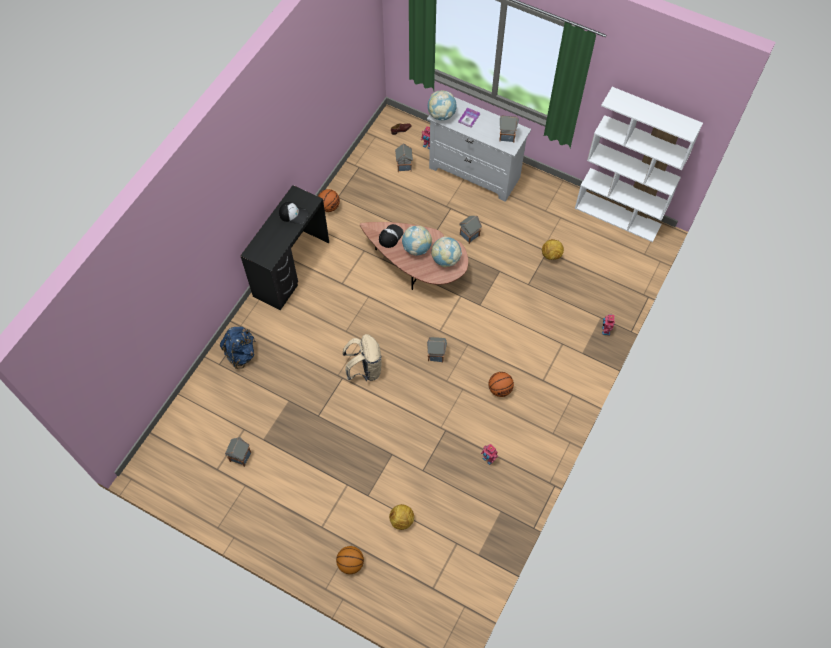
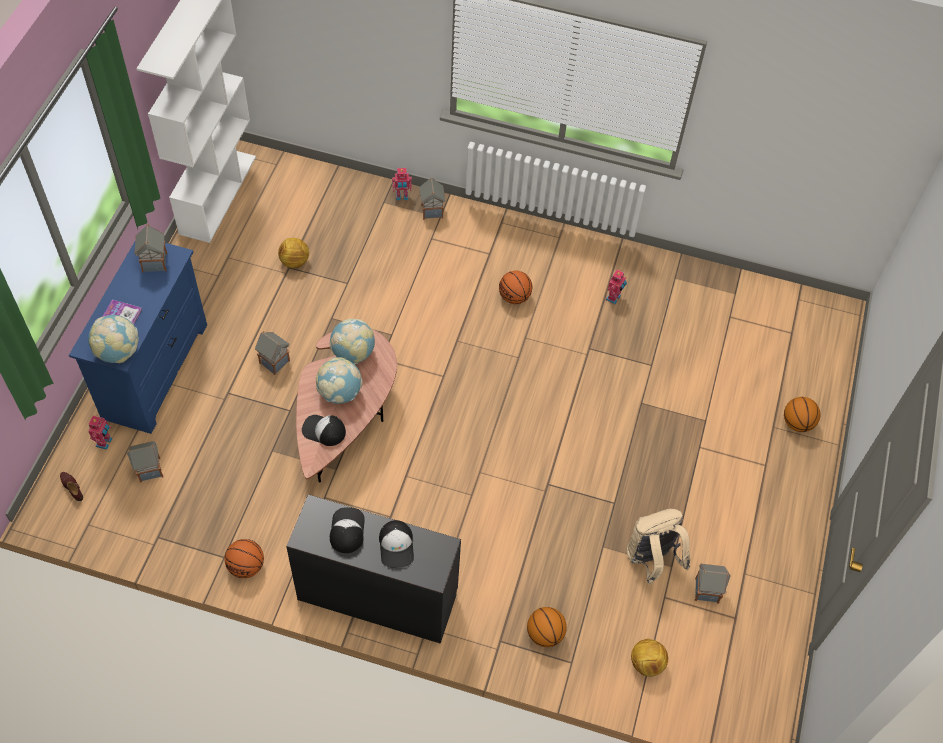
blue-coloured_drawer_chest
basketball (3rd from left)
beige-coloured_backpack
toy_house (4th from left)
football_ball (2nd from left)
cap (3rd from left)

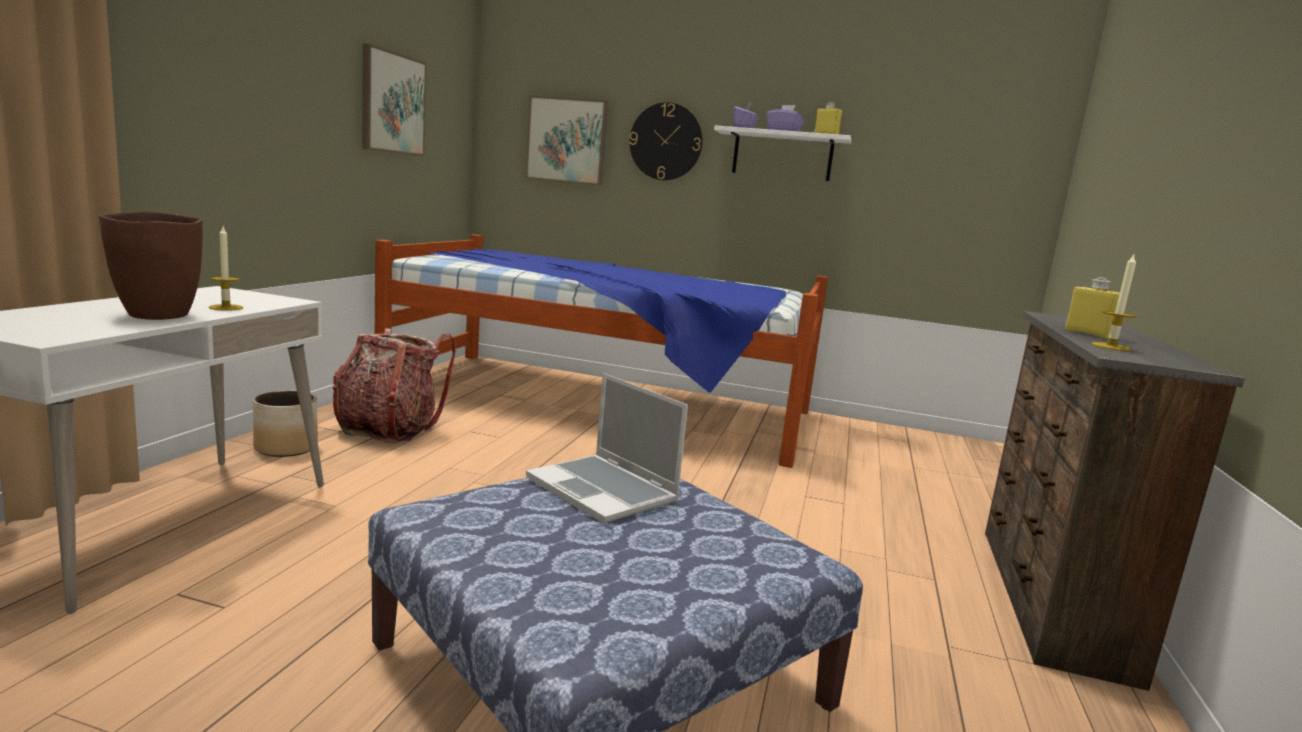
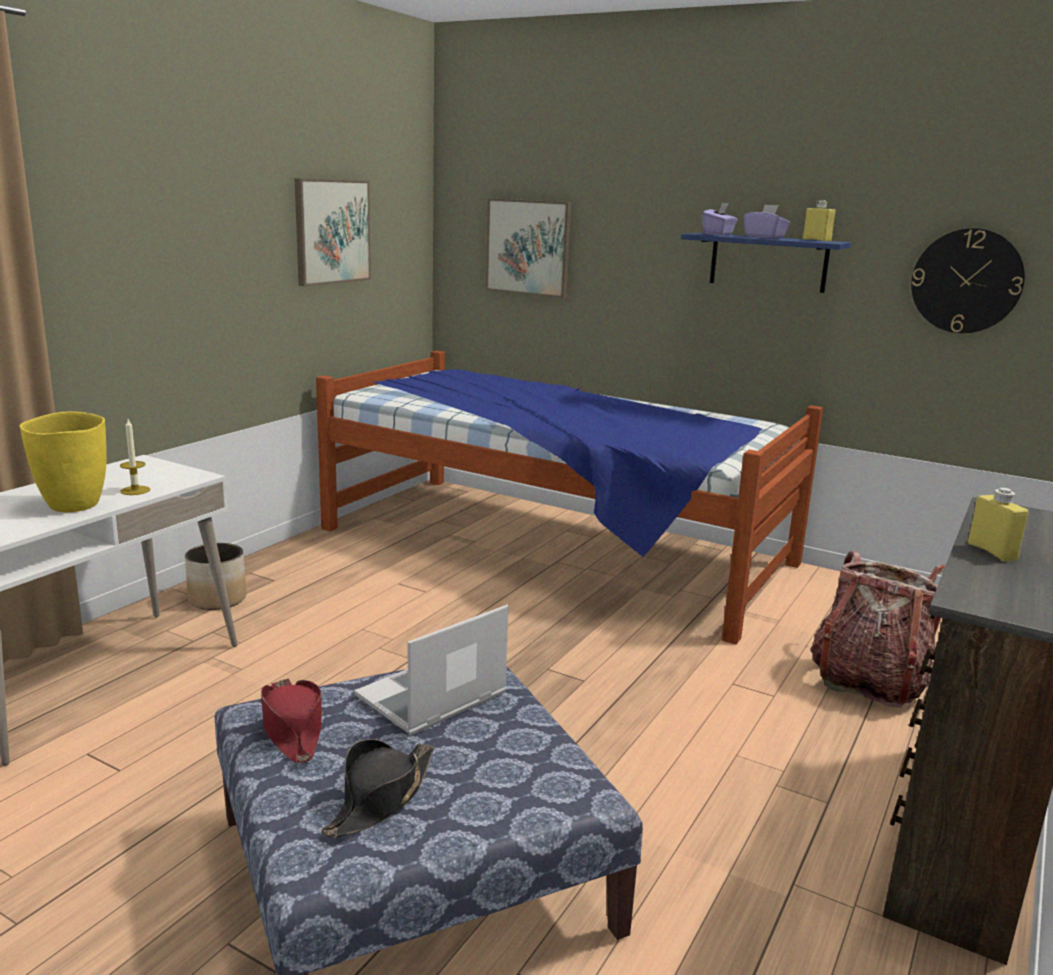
hanging_clock
blue-coloured_bracket_shelf
yellow_vase
candle (2nd from left in the first image)
backpack
portable_computer
red-coloured_clothing_hat
black_clothing_hat

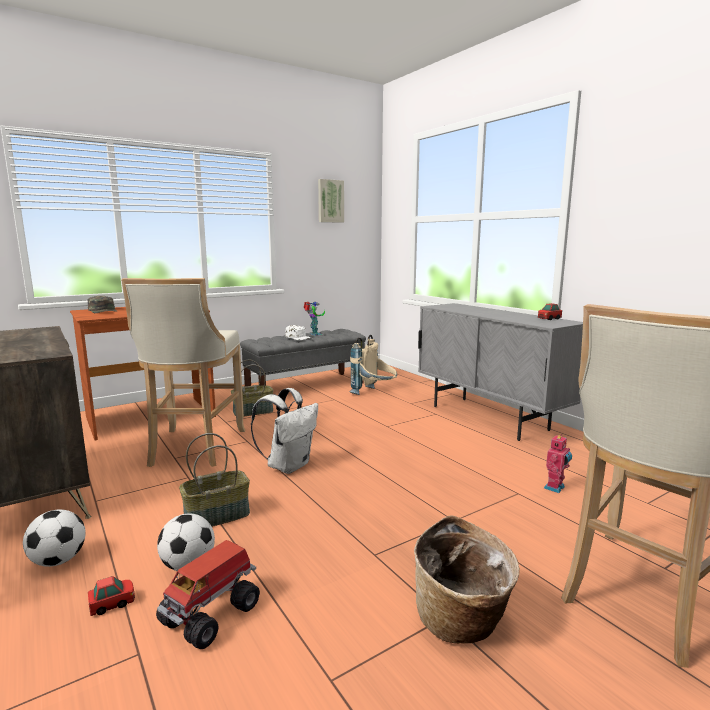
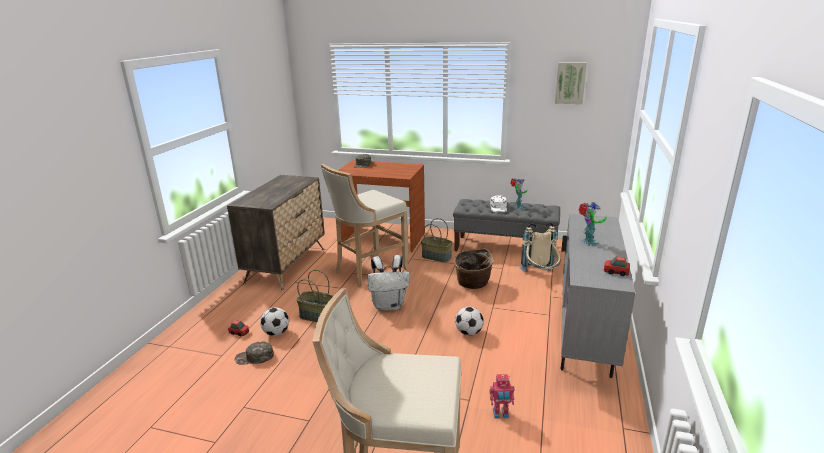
football_ball (2nd from left)
storage_basket (3rd from left)
greenish_cap (1st from left)
toy_robot (3rd from left)

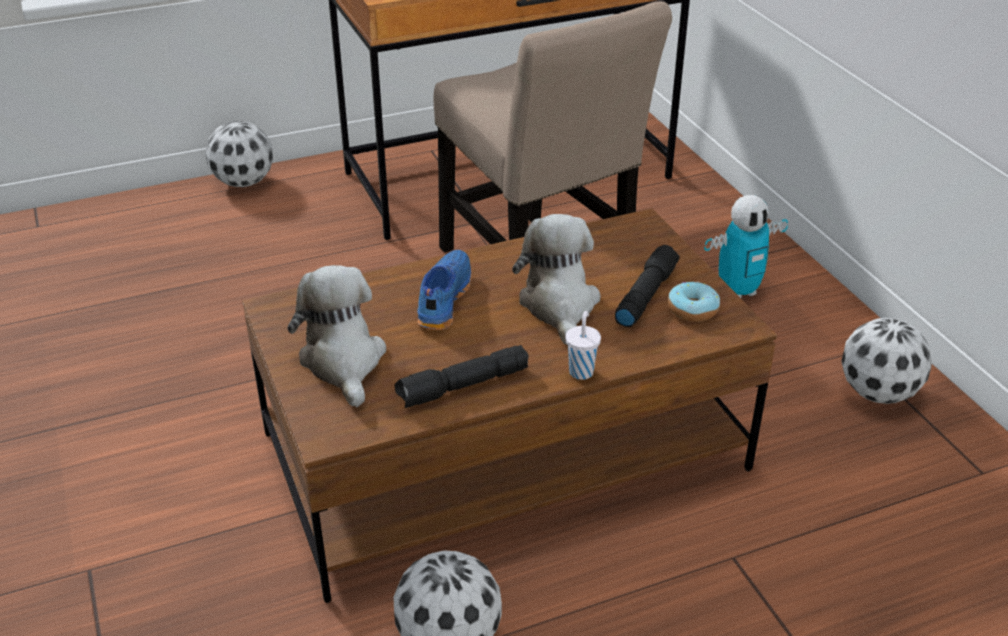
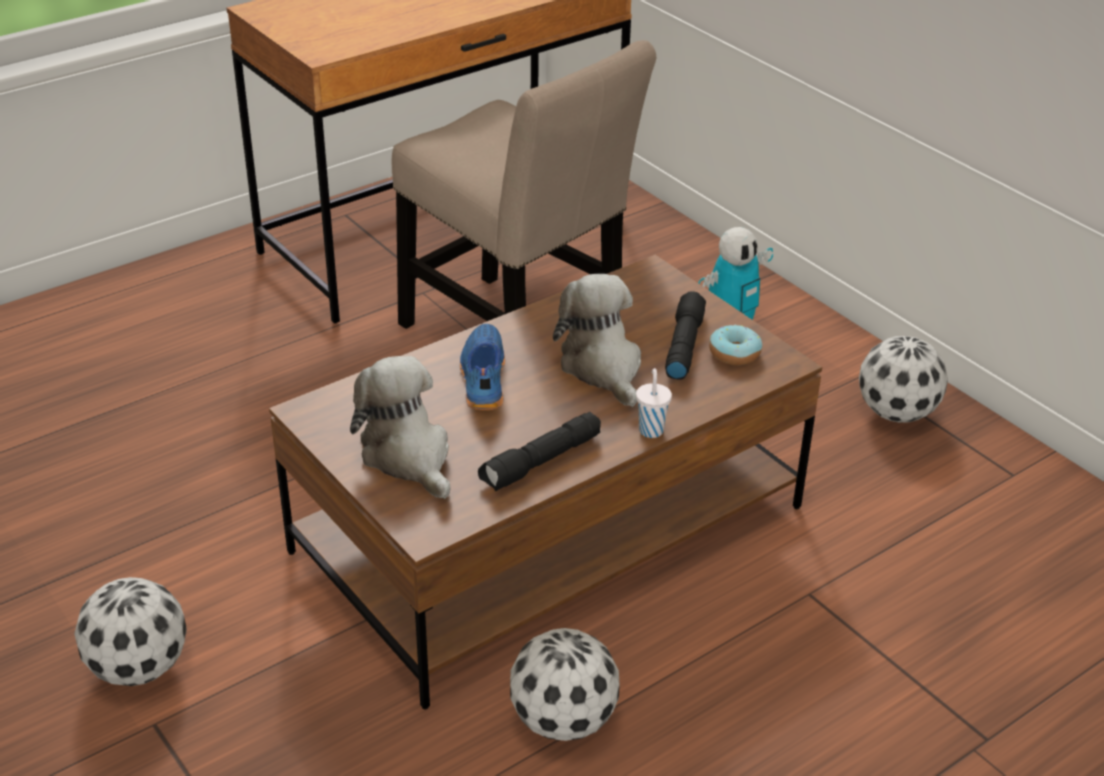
football_ball (1st from left)

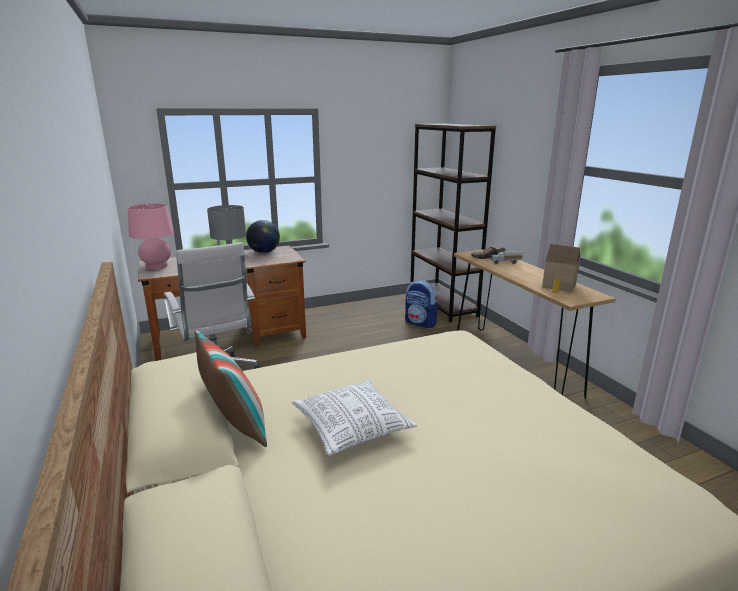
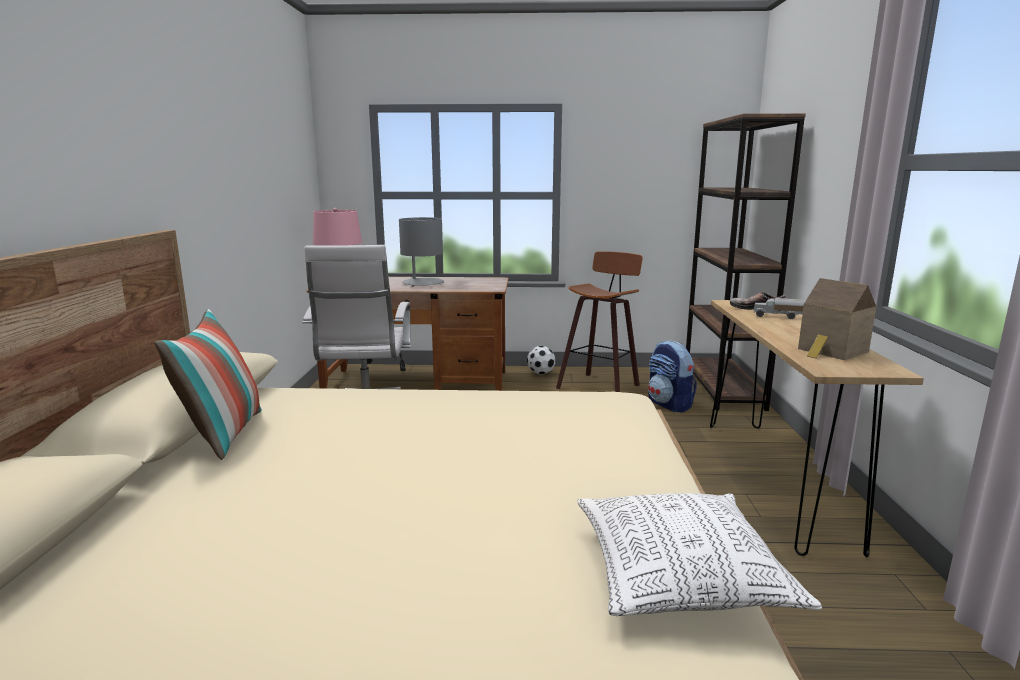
desk_globe
cushion (2nd from left)
stool_seat
football_ball

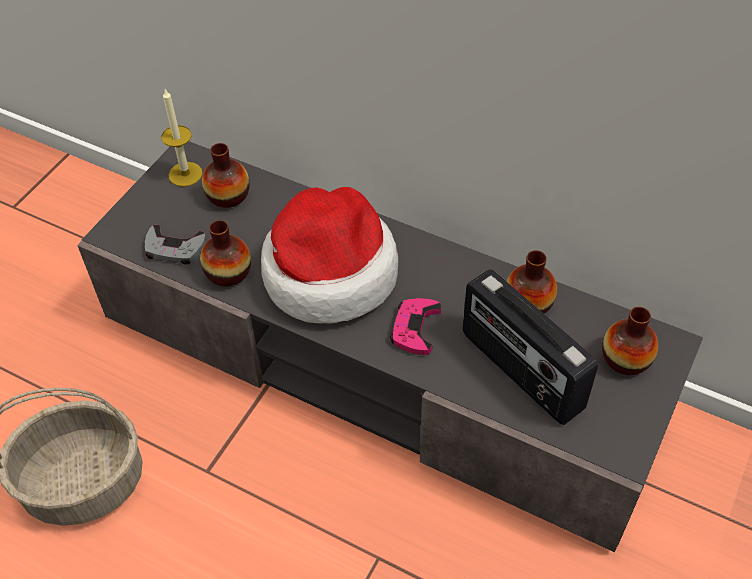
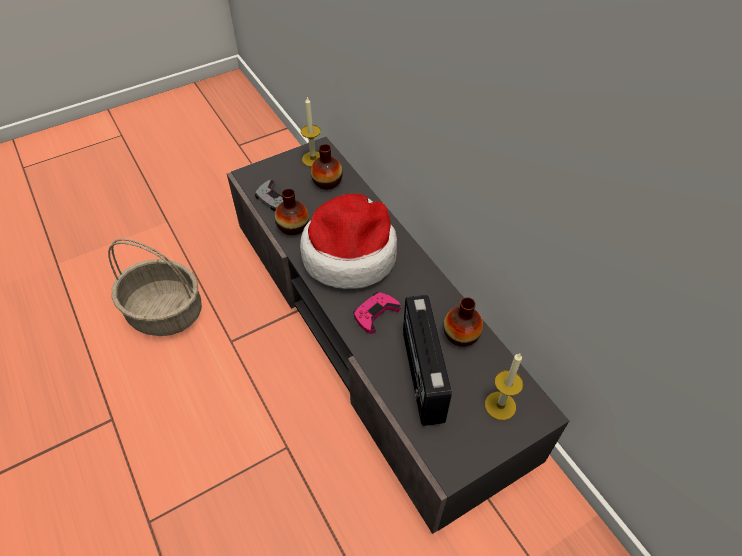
candle (2nd from left)

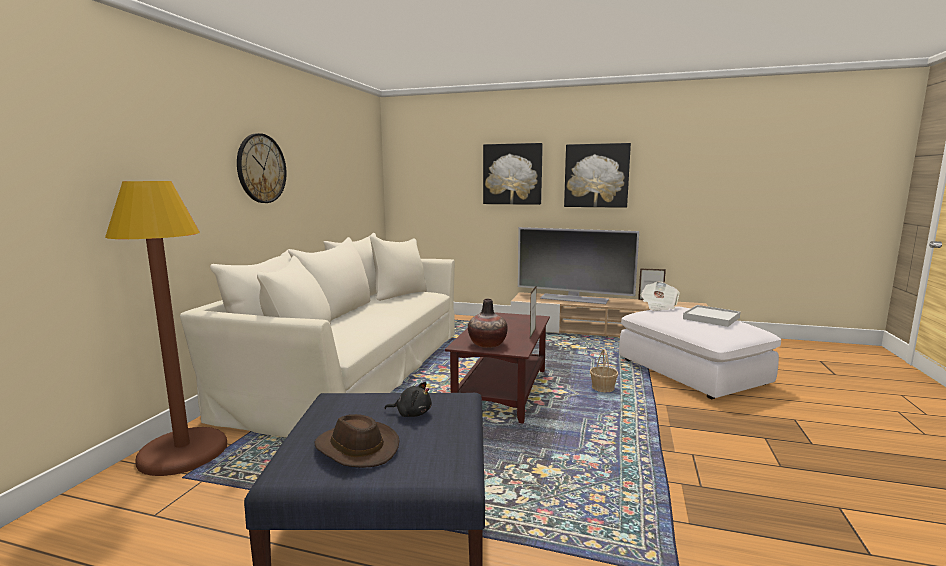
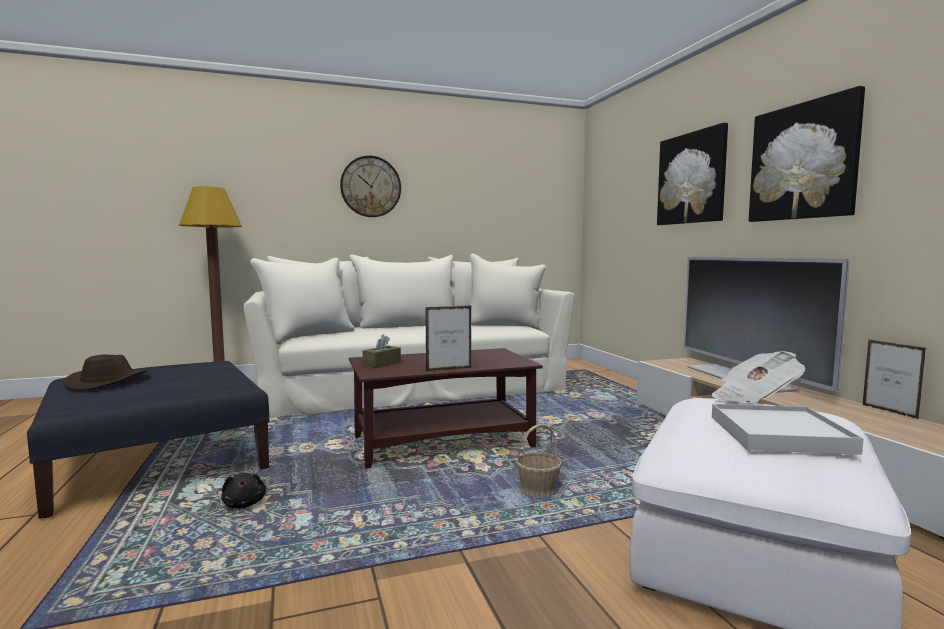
brownish_box_of_tissues
black_cuddly_toy

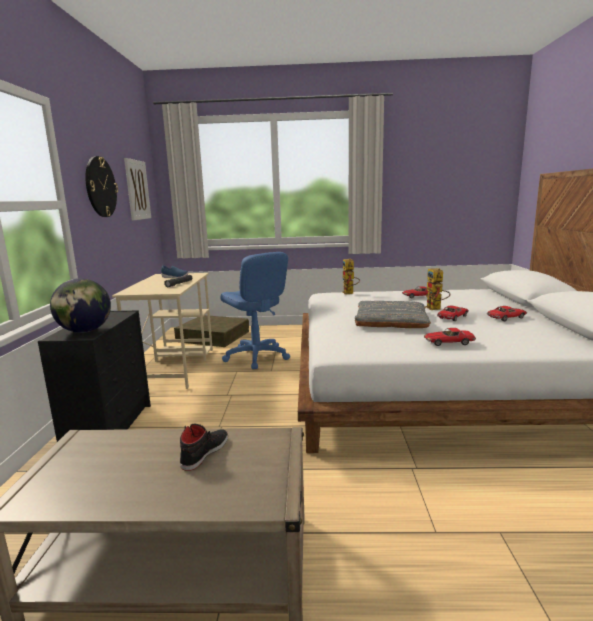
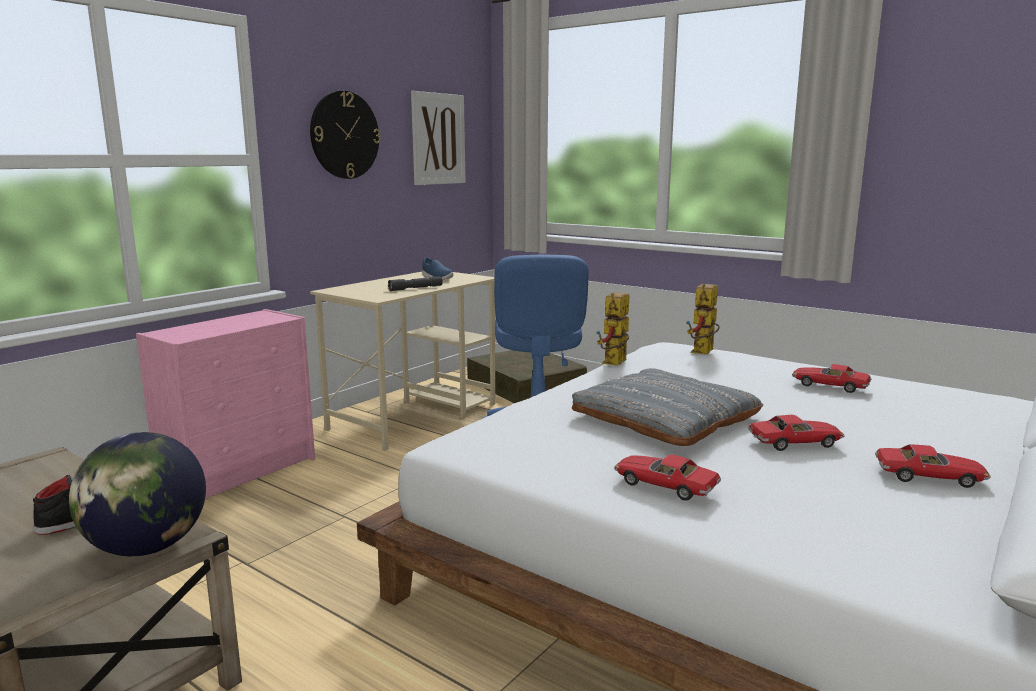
toy_robot (1st from left)
desk_globe
pink_drawer_chest

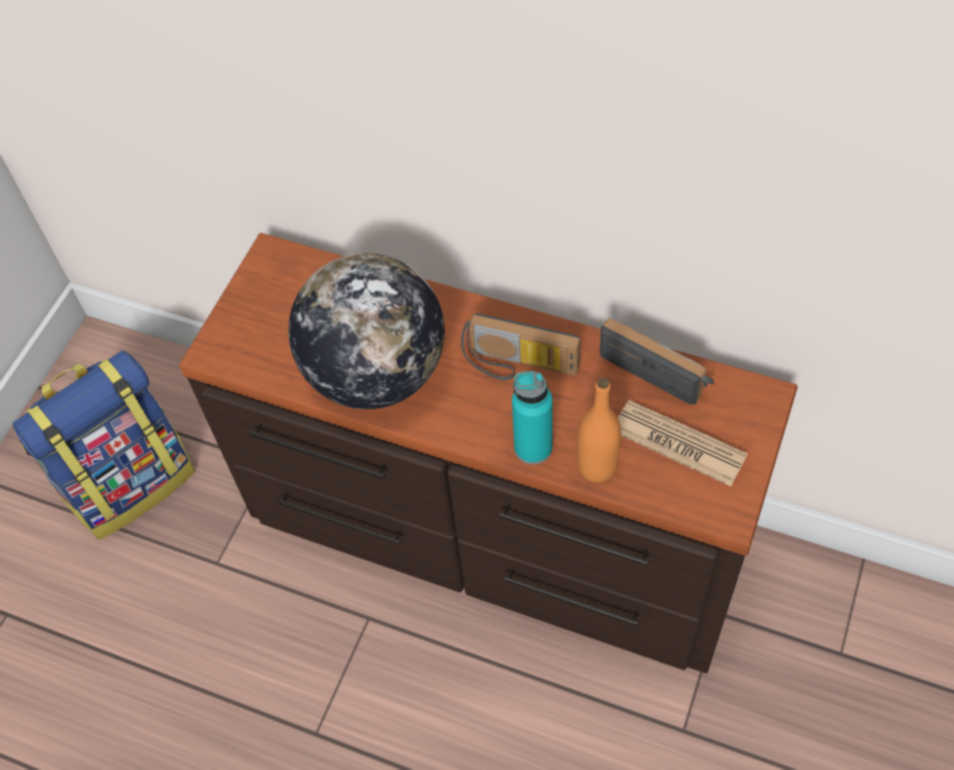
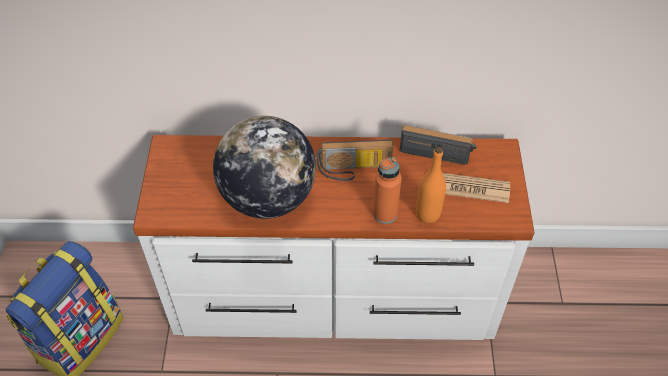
white-coloured_drawer_chest
orangey_beverage_bottle (1st from left)

